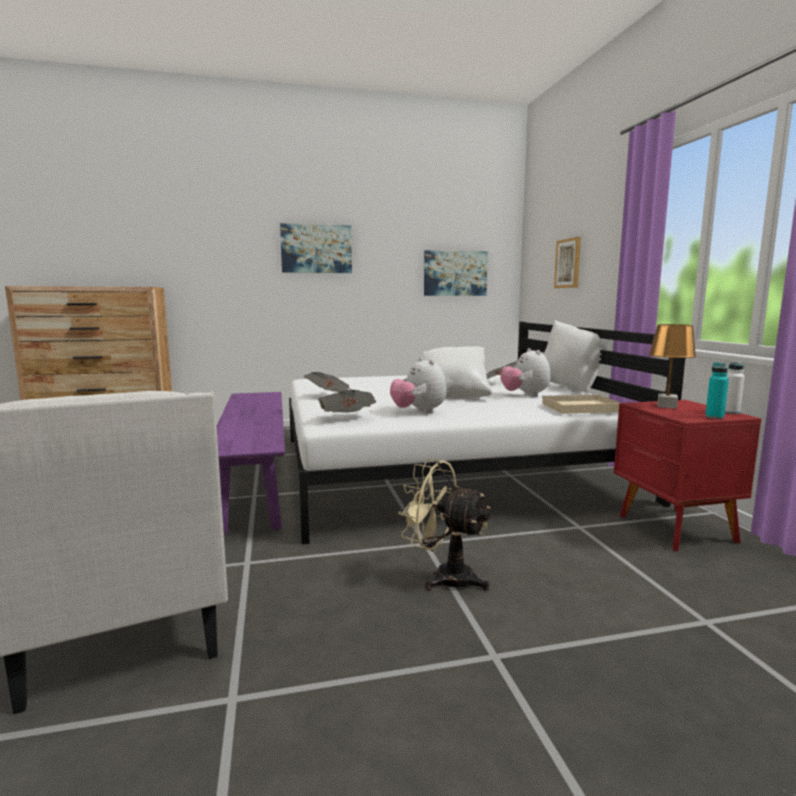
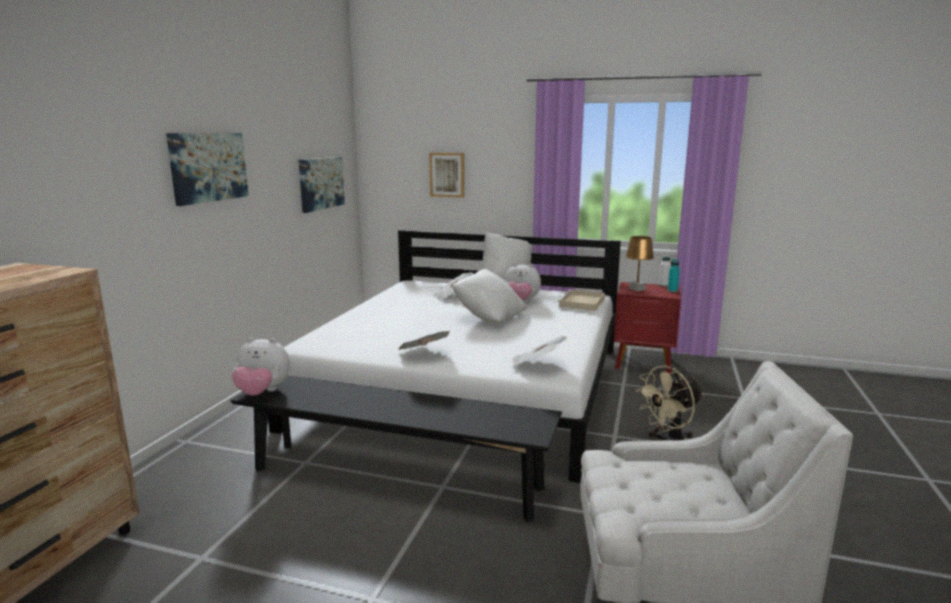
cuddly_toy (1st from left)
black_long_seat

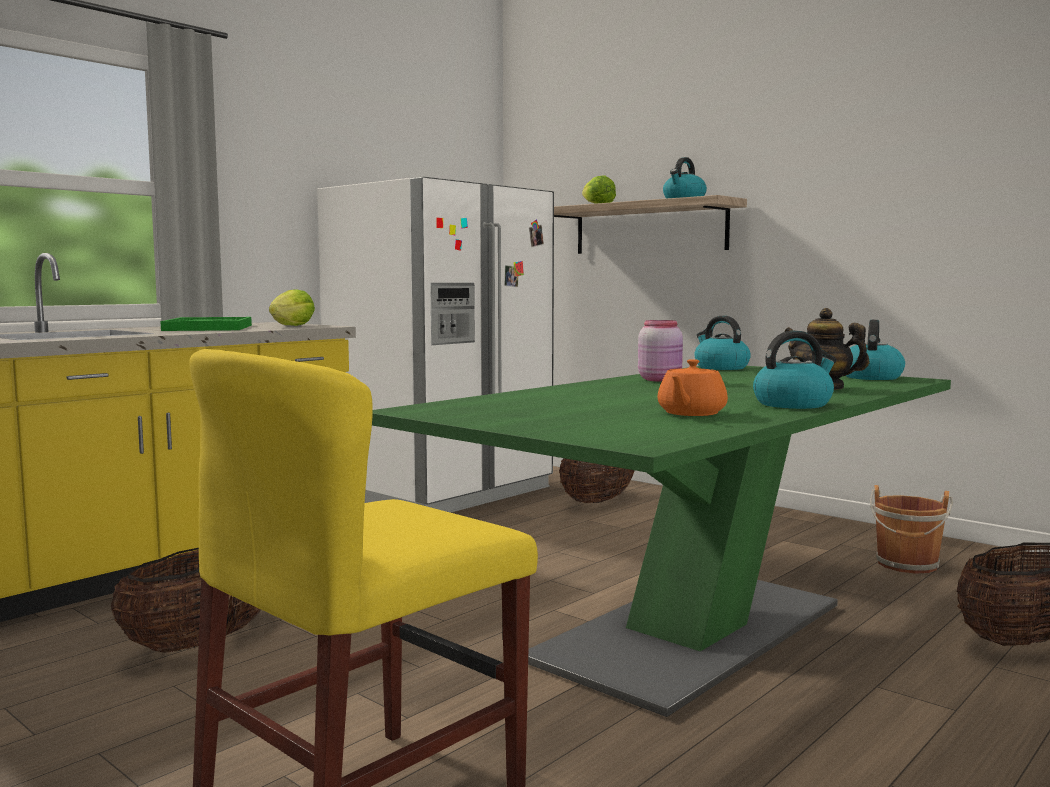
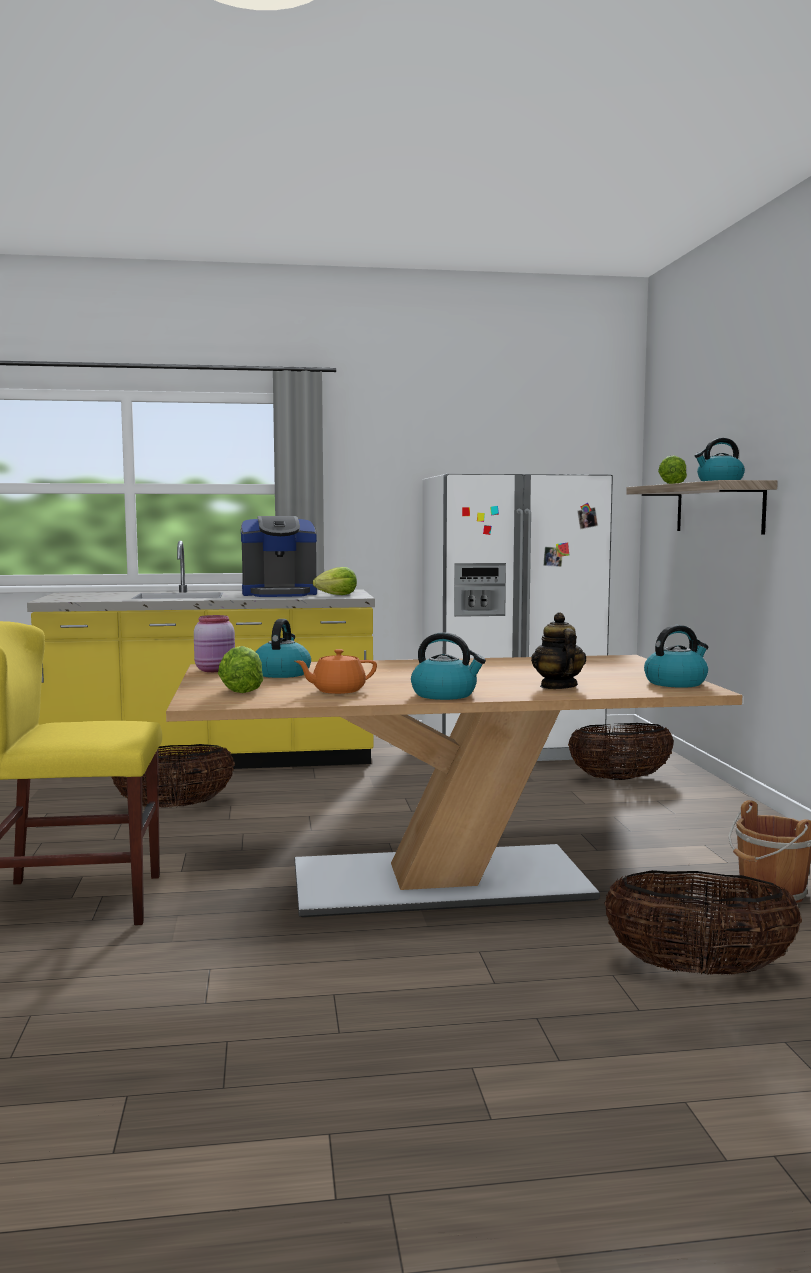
water_kettle (1st from left)
coffee_machine
pink_storage_jar
beige-coloured_dining_table
lettuce_head (1st from left)

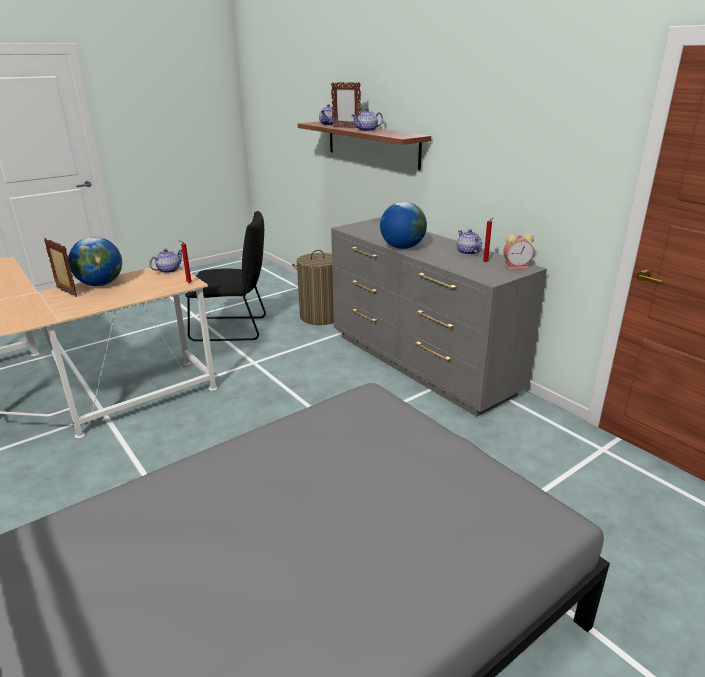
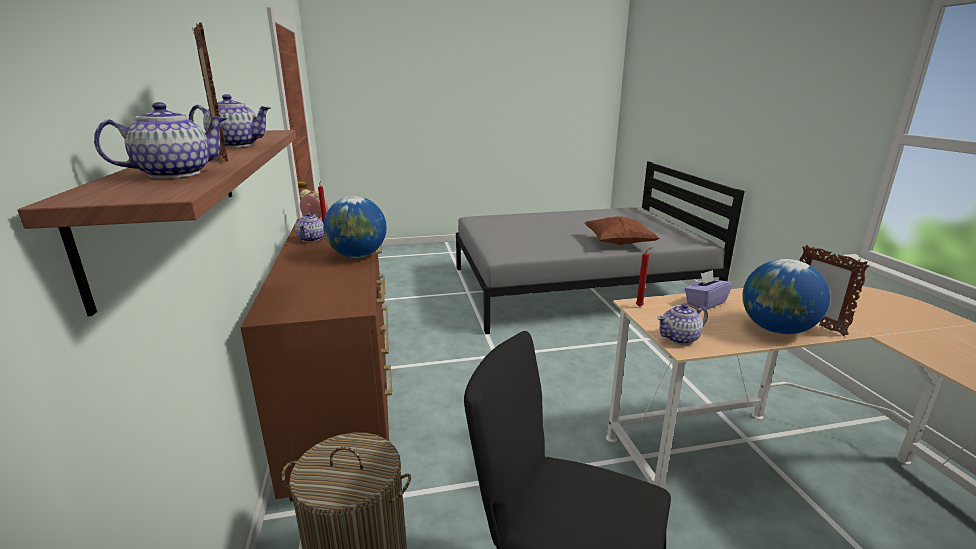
brownish_drawer_chest
brownish_cushion
purple-coloured_box_of_tissues

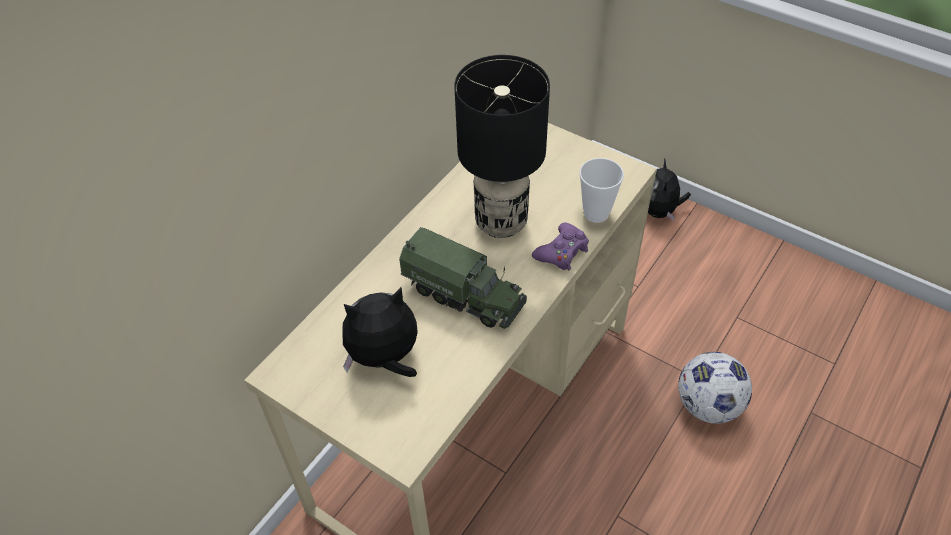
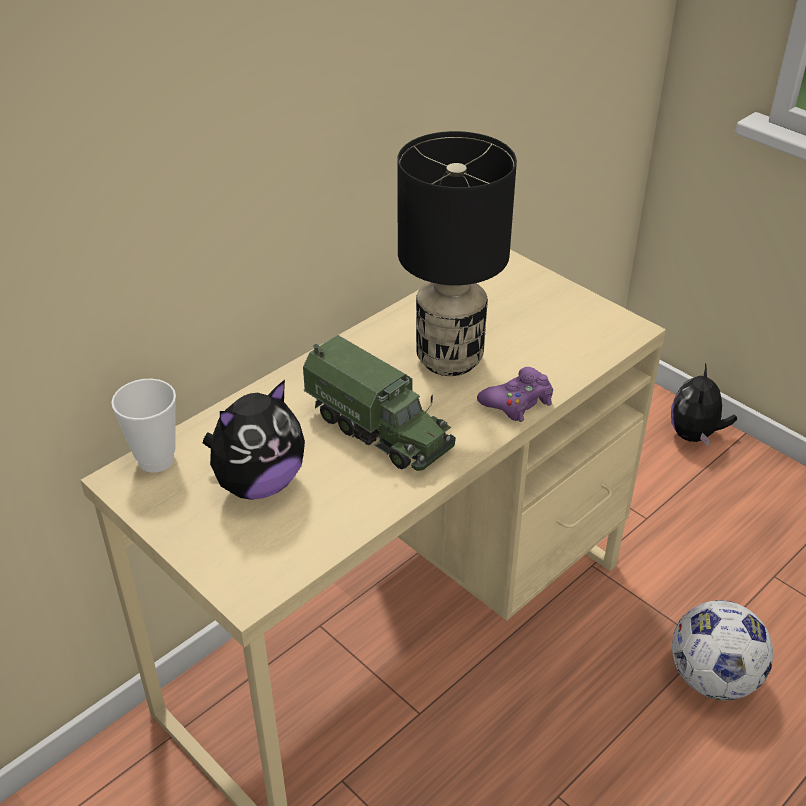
small_cup
cuddly_toy (1st from left)

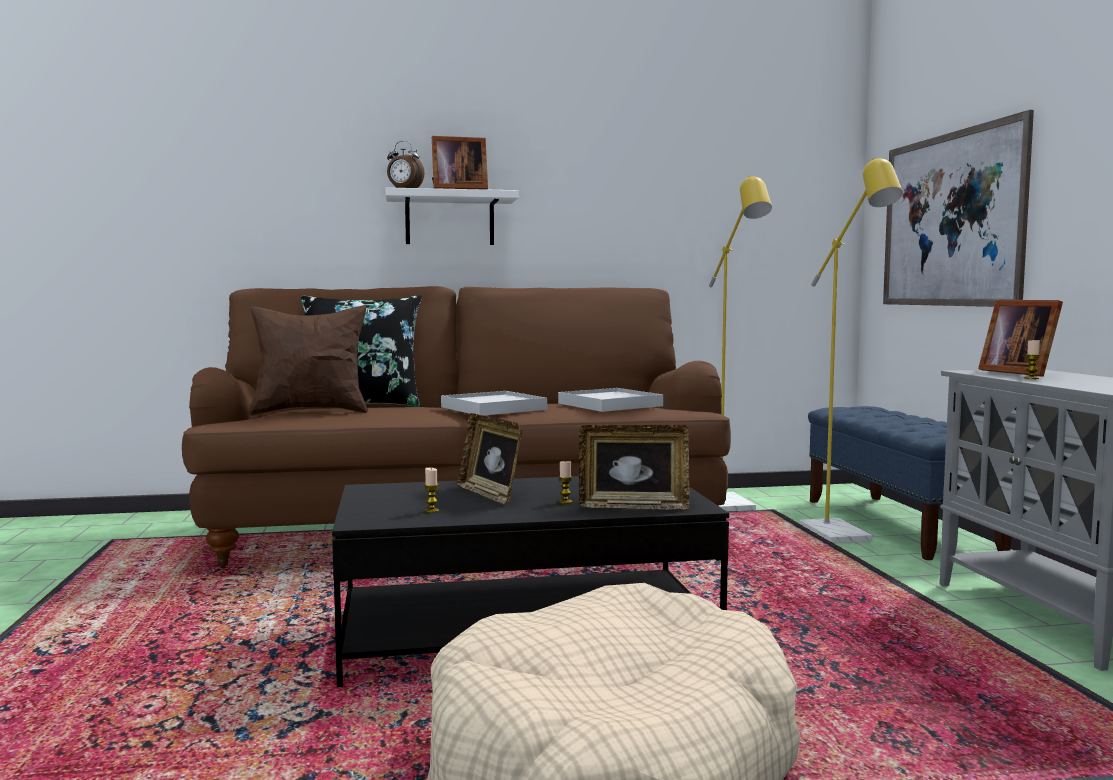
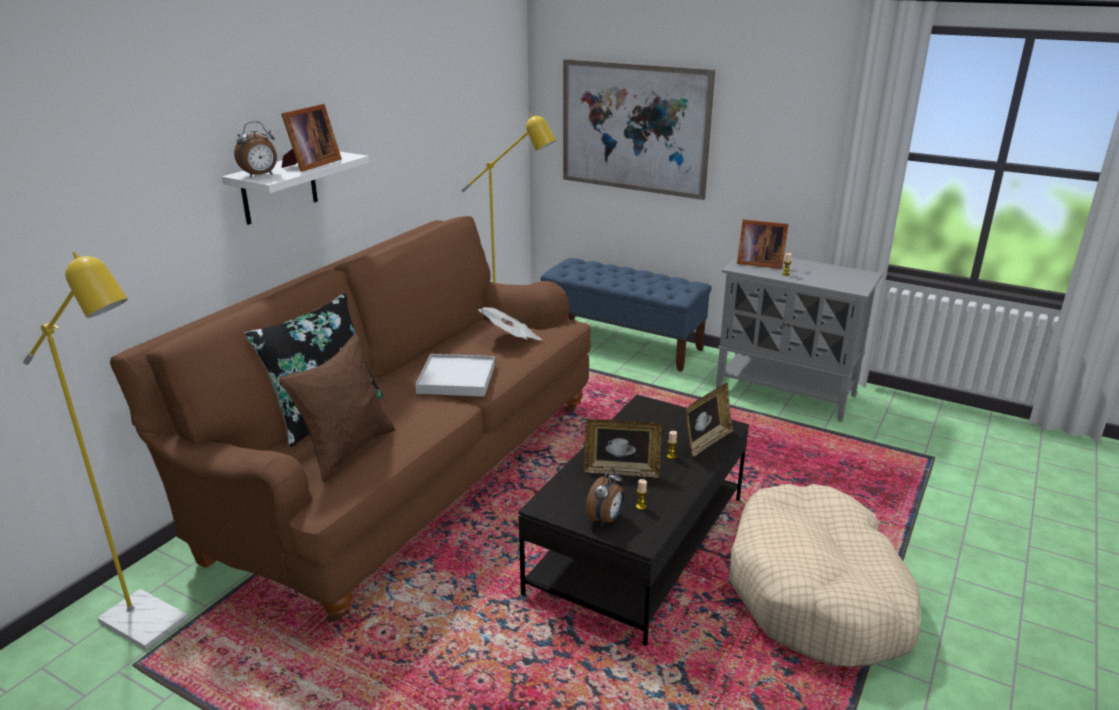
yellow_standing_lamp (1st from left)
daily_paper
table_clock (2nd from left)

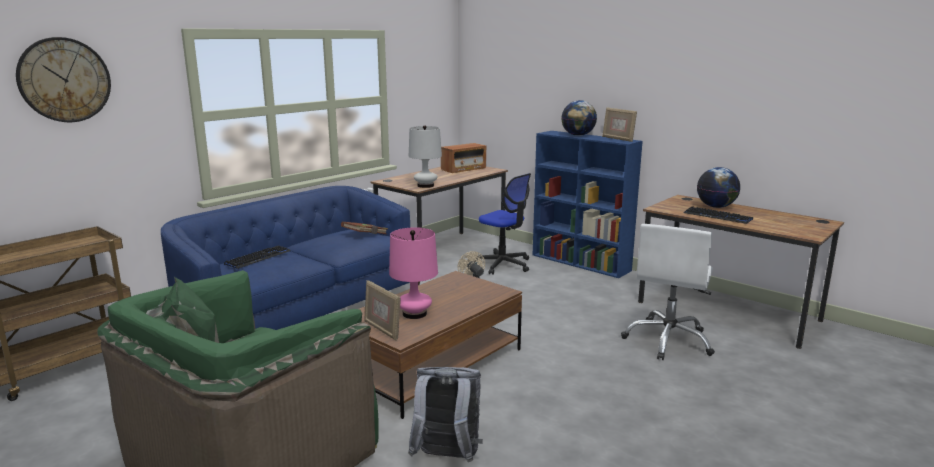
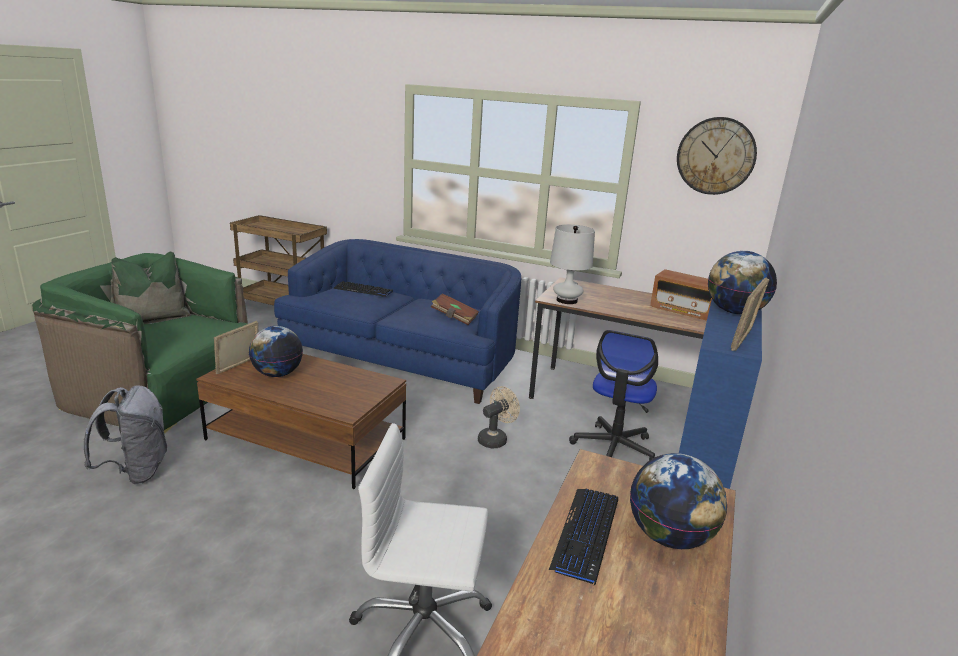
hanging_clock
desk_globe (1st from left)

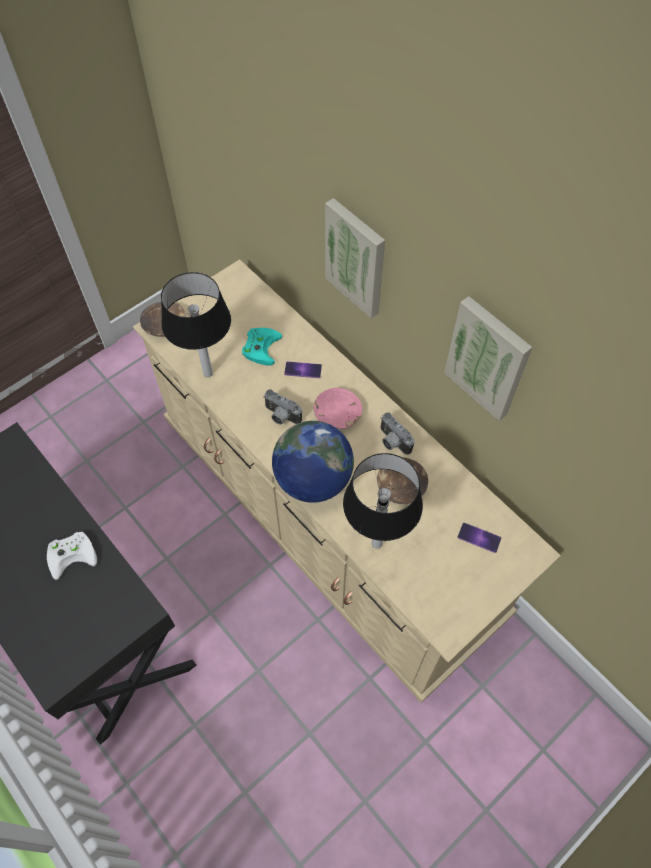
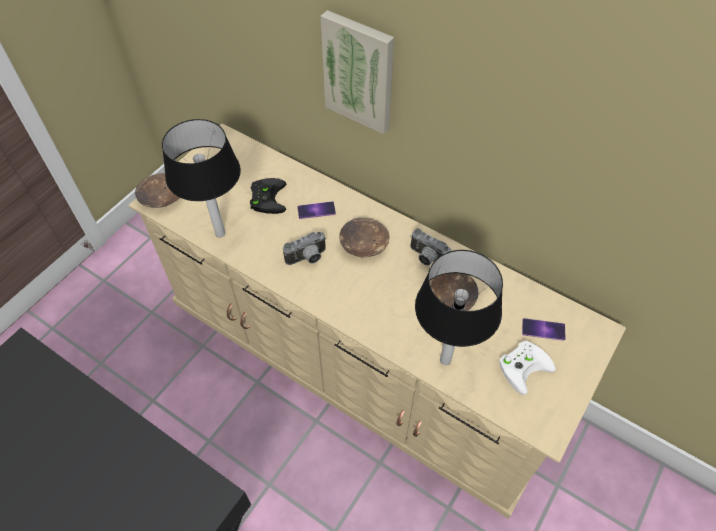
wall_art (2nd from left in the first image)
black_gamepad
brownish_serving_bowl (2nd from left)
still_camera (1st from left)
desk_globe
white-coloured_gamepad

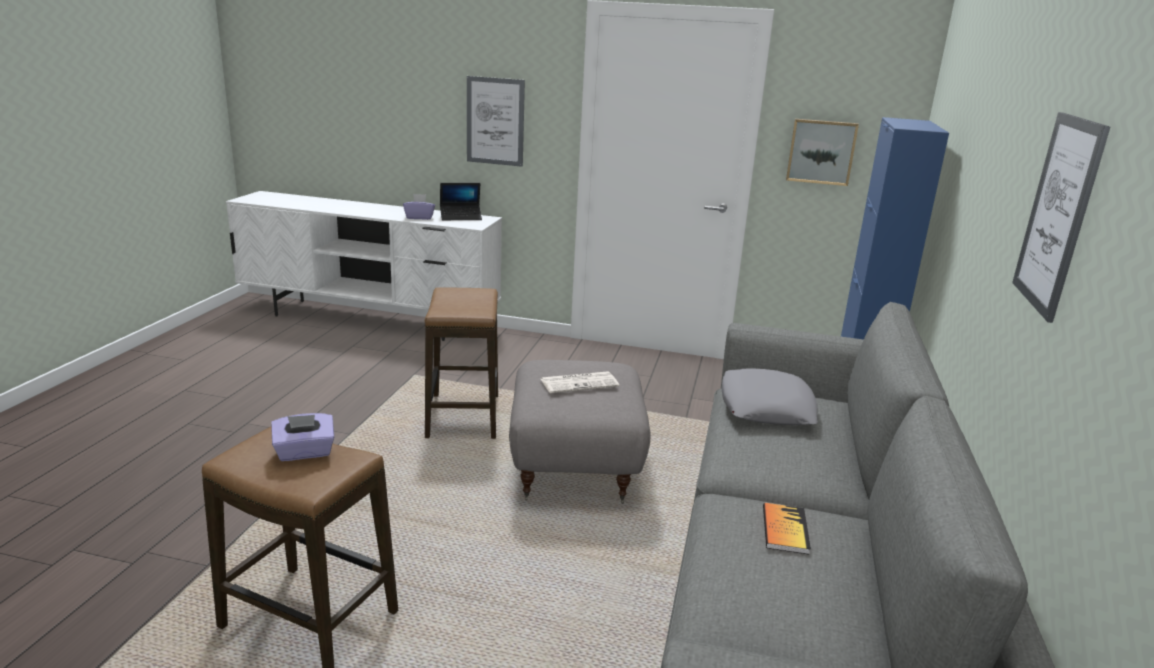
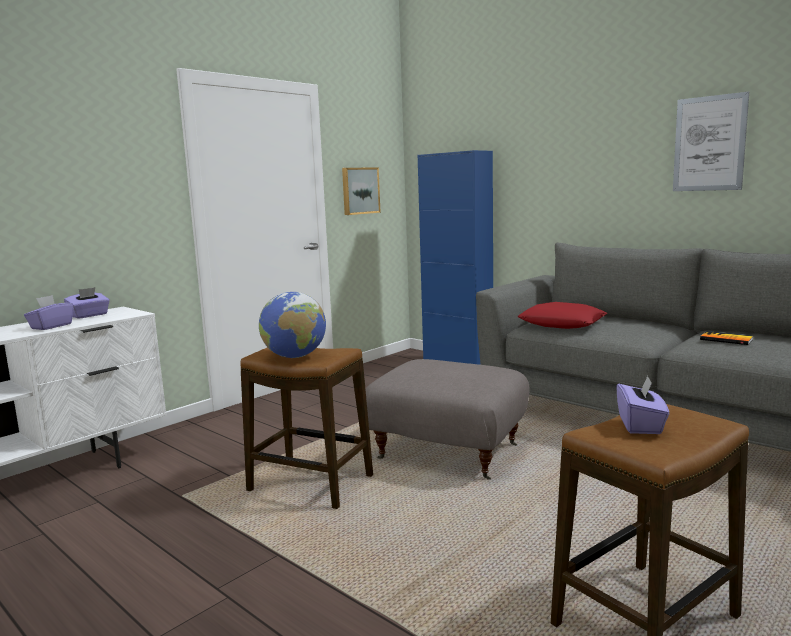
wall_art (1st from left in the first image)
purple-coloured_box_of_tissues (2nd from left)
red-coloured_cushion
daily_paper
desk_globe

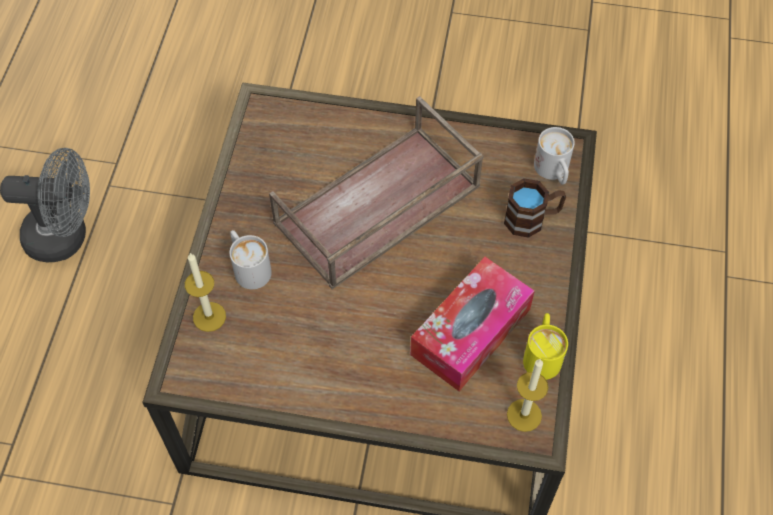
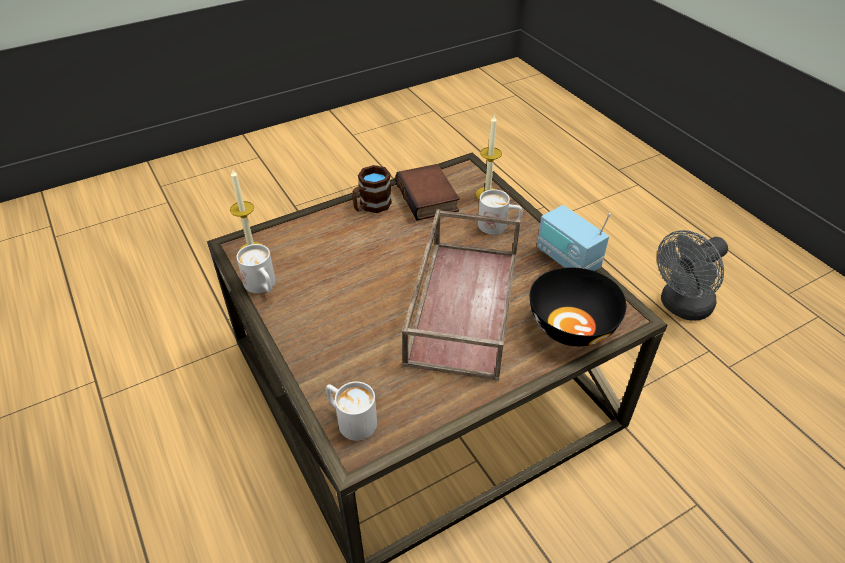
brownish_tea_mug
box_of_tissues
white-coloured_tea_mug (1st from left)
bound_book
radio
black_serving_bowl

